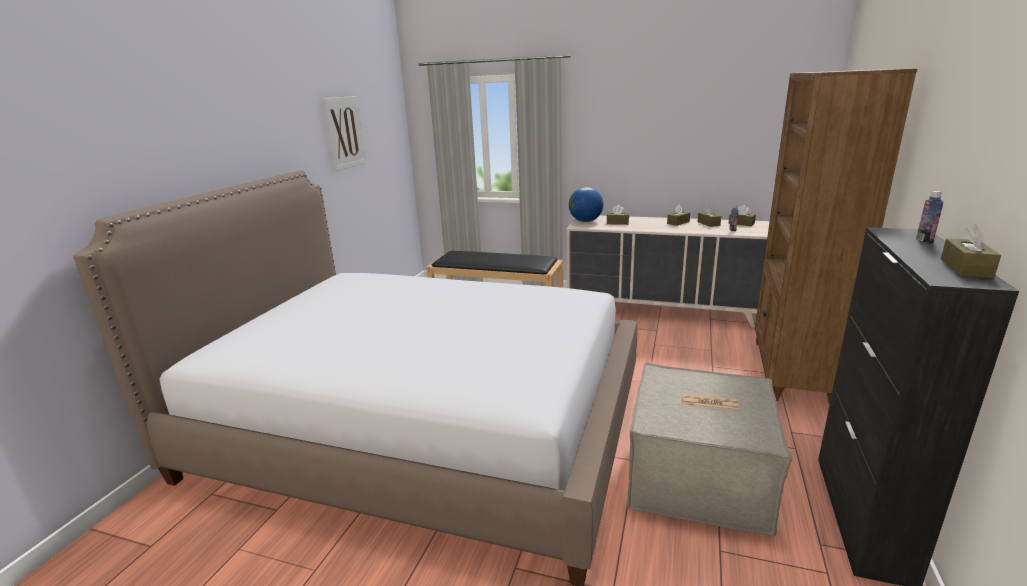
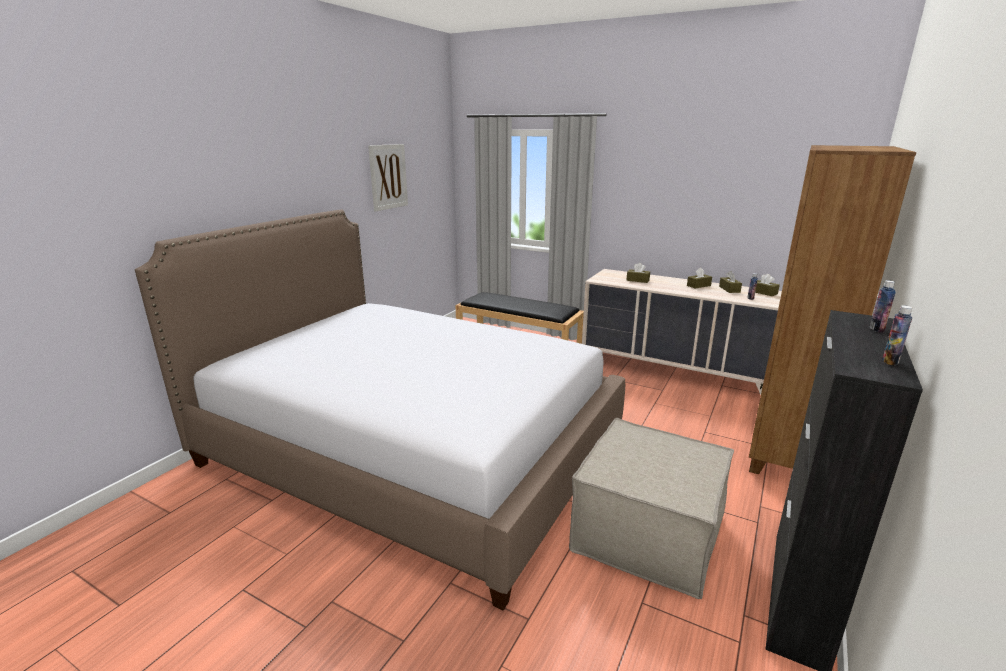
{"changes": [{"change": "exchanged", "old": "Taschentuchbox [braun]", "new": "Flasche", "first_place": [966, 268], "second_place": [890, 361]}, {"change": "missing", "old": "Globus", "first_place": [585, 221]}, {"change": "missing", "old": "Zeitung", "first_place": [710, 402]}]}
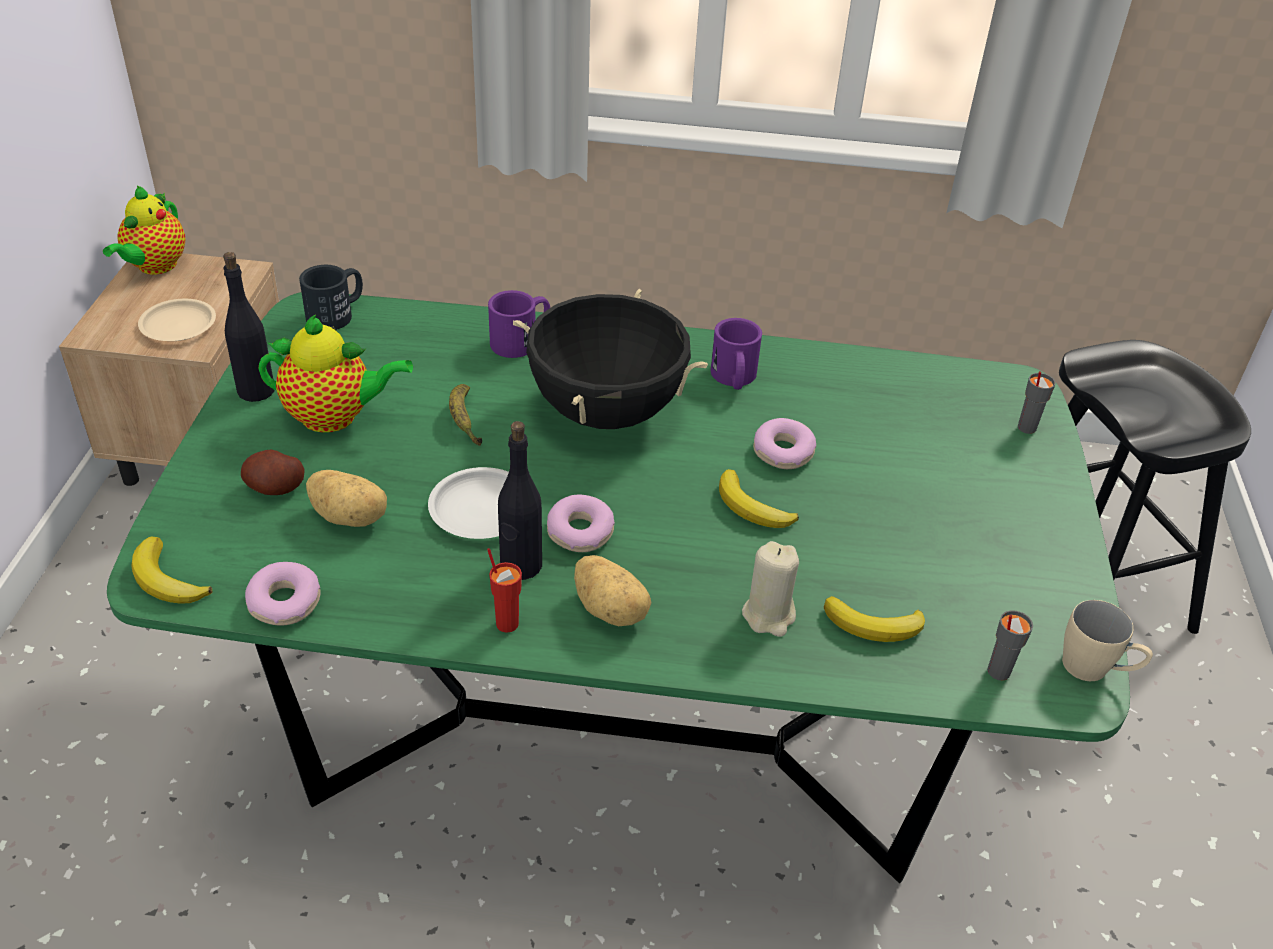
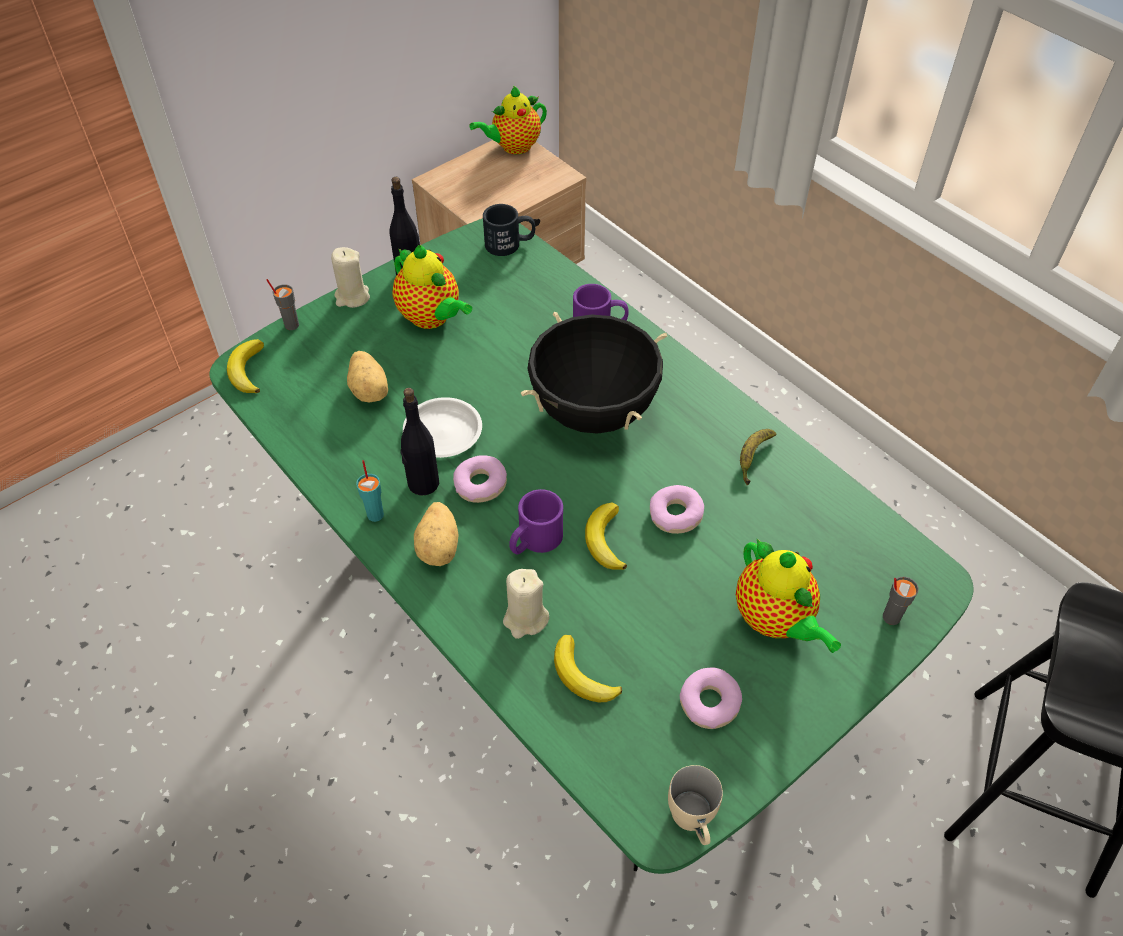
{"changes": [{"change": "relocated", "old": "Tasse [grau]", "first_place": [997, 671], "second_place": [291, 325]}, {"change": "appeared", "new": "Kerze [beige]", "second_place": [352, 297]}, {"change": "colour", "old": "Tasse [rot]", "new": "Tasse [türkis]", "first_place": [507, 623], "second_place": [375, 514]}, {"change": "relocated", "old": "Henkelbecher [lila]", "first_place": [734, 379], "second_place": [534, 541]}, {"change": "relocated", "old": "Donut", "first_place": [284, 603], "second_place": [709, 703]}, {"change": "appeared", "new": "Teekanne", "second_place": [775, 621]}, {"change": "relocated", "old": "Banane", "first_place": [464, 421], "second_place": [753, 458]}, {"change": "missing", "old": "Teller [beige]", "first_place": [179, 325]}, {"change": "missing", "old": "Kartoffel", "first_place": [275, 488]}]}
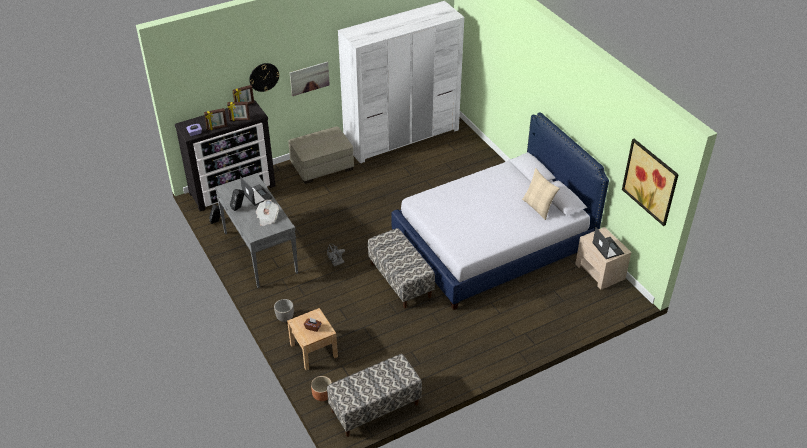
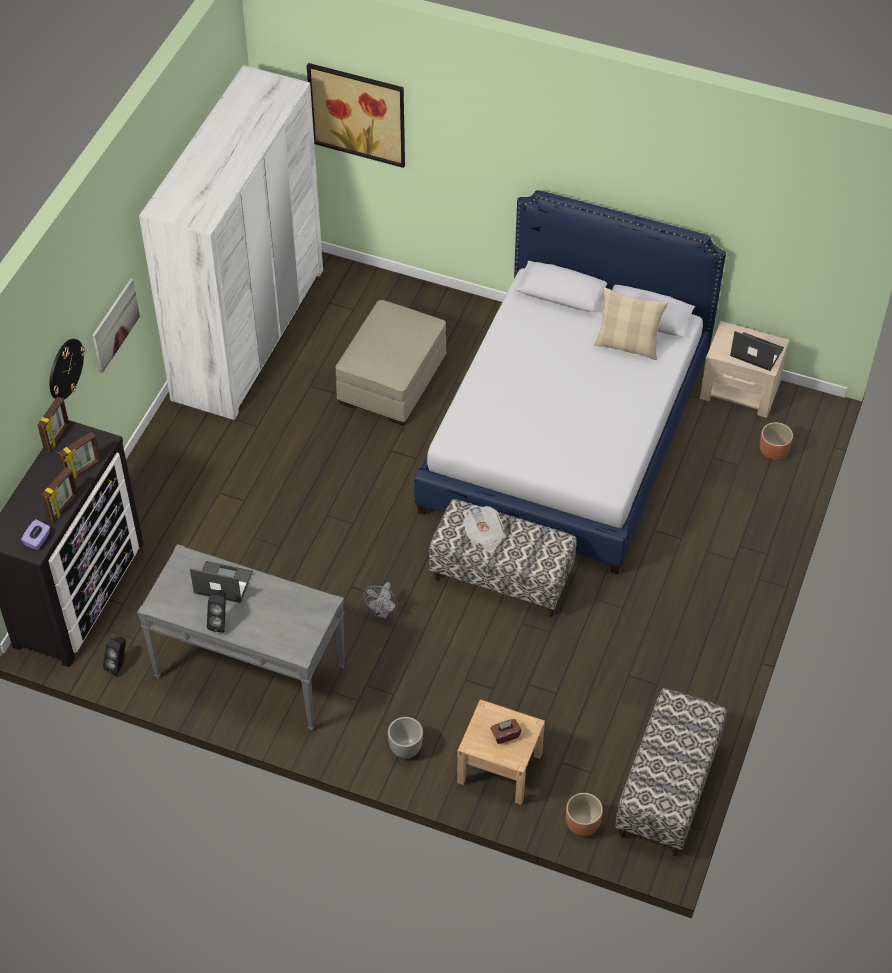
{"changes": [{"change": "relocated", "old": "Bild", "first_place": [650, 181], "second_place": [357, 114]}, {"change": "relocated", "old": "Polsterhocker [beige]", "first_place": [322, 166], "second_place": [392, 380]}, {"change": "relocated", "old": "Zeitung", "first_place": [267, 218], "second_place": [484, 535]}, {"change": "appeared", "new": "Pflanzkübel [braun]", "second_place": [773, 451]}]}
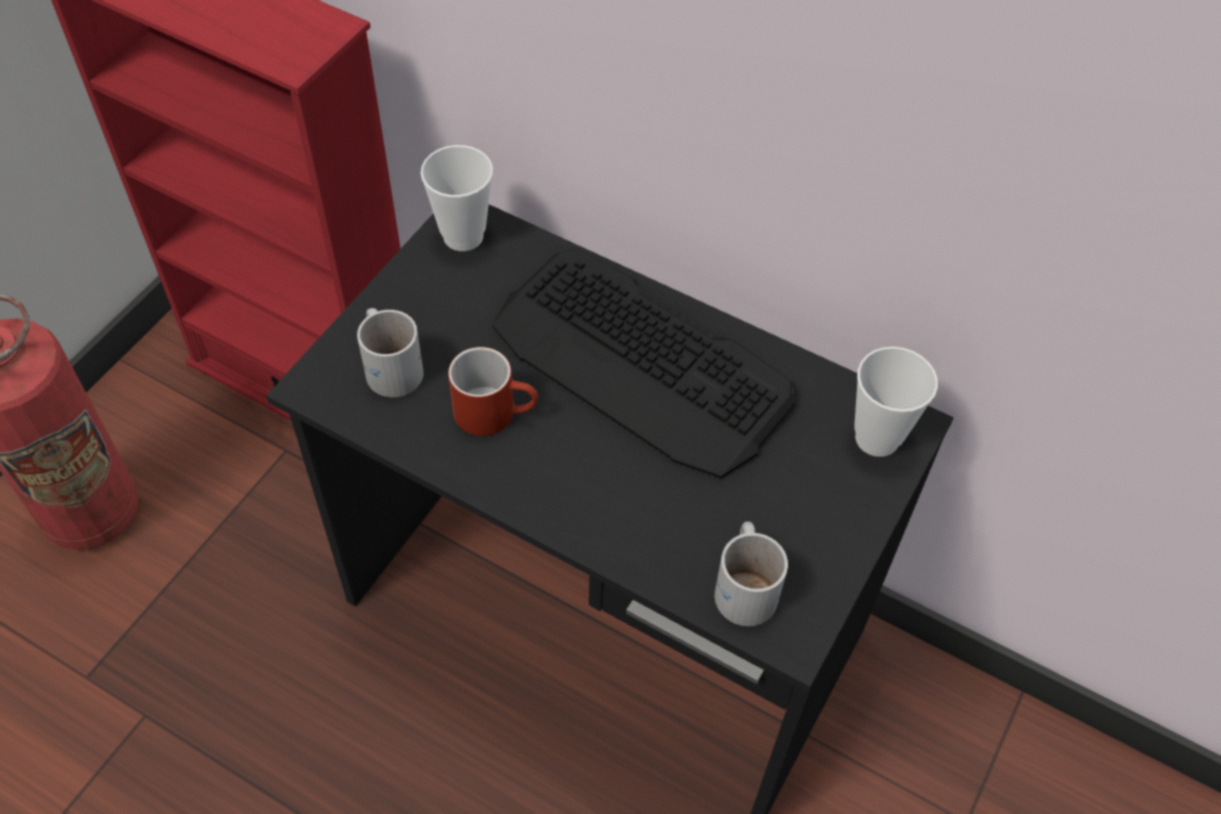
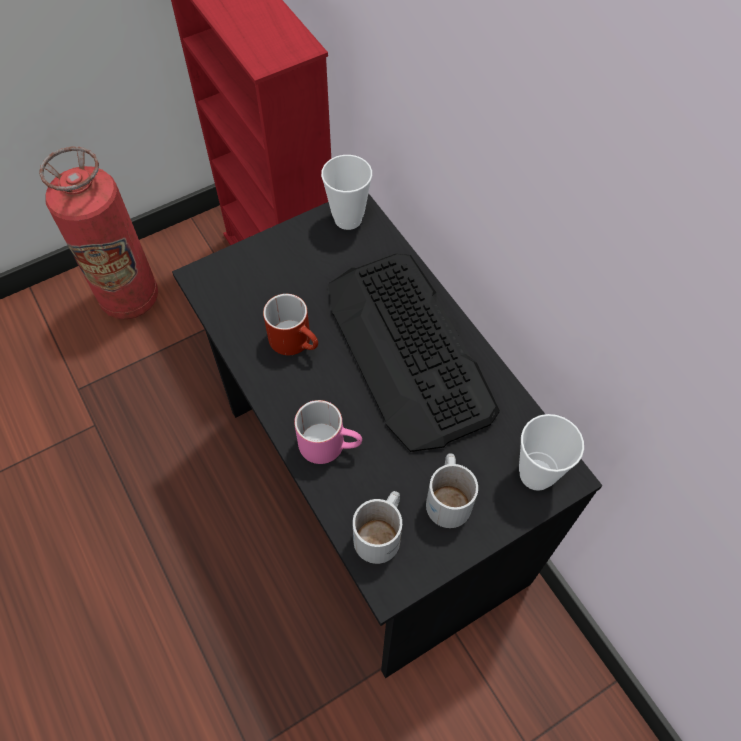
{"changes": [{"change": "appeared", "new": "Henkelbecher [rosa]", "second_place": [330, 444]}, {"change": "relocated", "old": "Henkelbecher [weiß]", "first_place": [392, 364], "second_place": [450, 497]}]}
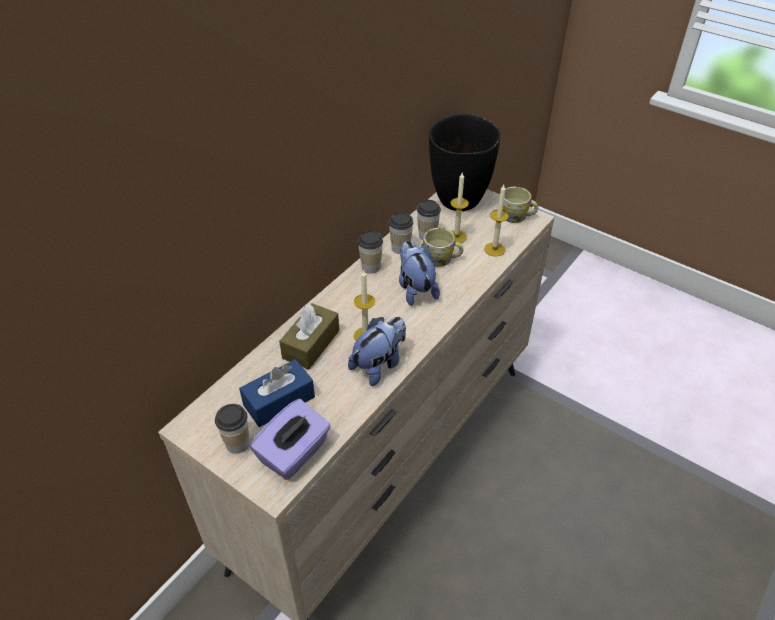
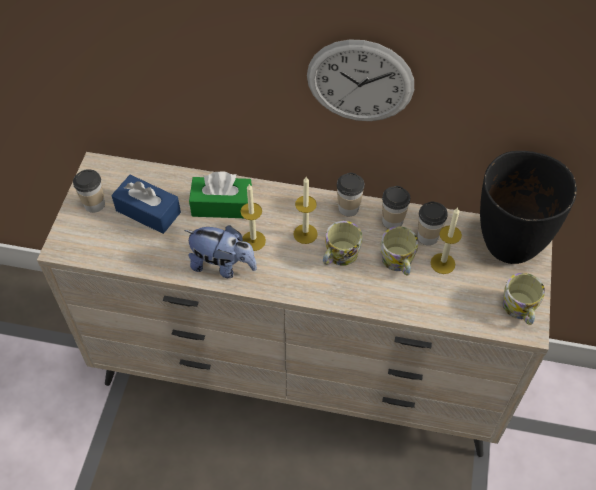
{"changes": [{"change": "colour", "old": "Taschentuchbox [braun]", "new": "Taschentuchbox [grün]", "first_place": [311, 344], "second_place": [222, 205]}, {"change": "relocated", "old": "Kerze", "first_place": [494, 249], "second_place": [305, 234]}, {"change": "appeared", "new": "Wanduhr", "second_place": [360, 81]}, {"change": "exchanged", "old": "Plüschtier", "new": "Henkelbecher", "first_place": [415, 289], "second_place": [339, 256]}, {"change": "missing", "old": "Taschentuchbox [lila]", "first_place": [294, 453]}]}
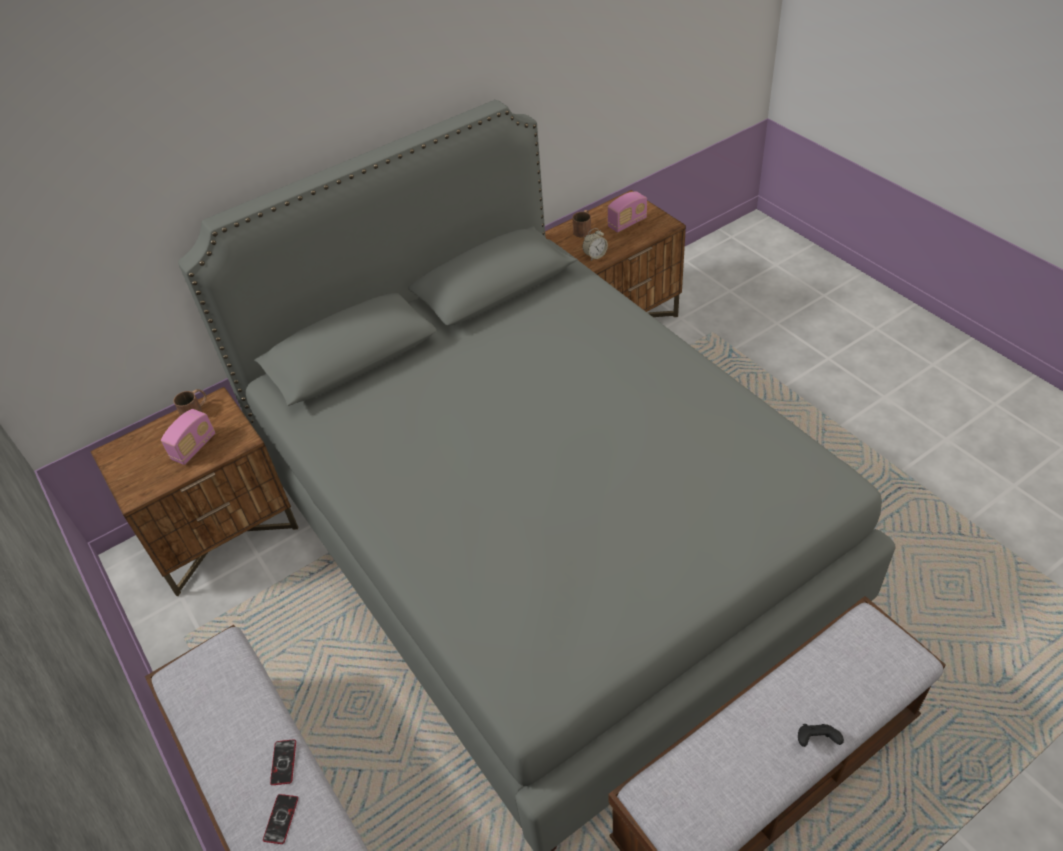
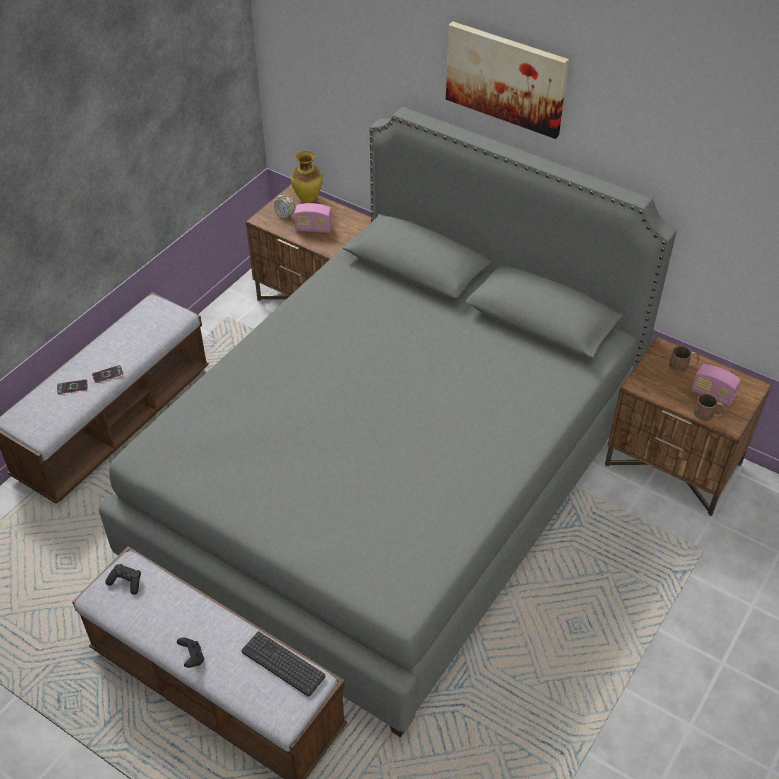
{"changes": [{"change": "appeared", "new": "Gamepad [schwarz]", "second_place": [126, 582]}, {"change": "appeared", "new": "Tastatur", "second_place": [283, 664]}, {"change": "relocated", "old": "Wecker", "first_place": [595, 256], "second_place": [285, 215]}, {"change": "appeared", "new": "Vase", "second_place": [308, 199]}, {"change": "appeared", "new": "Bild", "second_place": [506, 78]}, {"change": "relocated", "old": "Henkelbecher [braun]", "first_place": [195, 410], "second_place": [708, 414]}]}
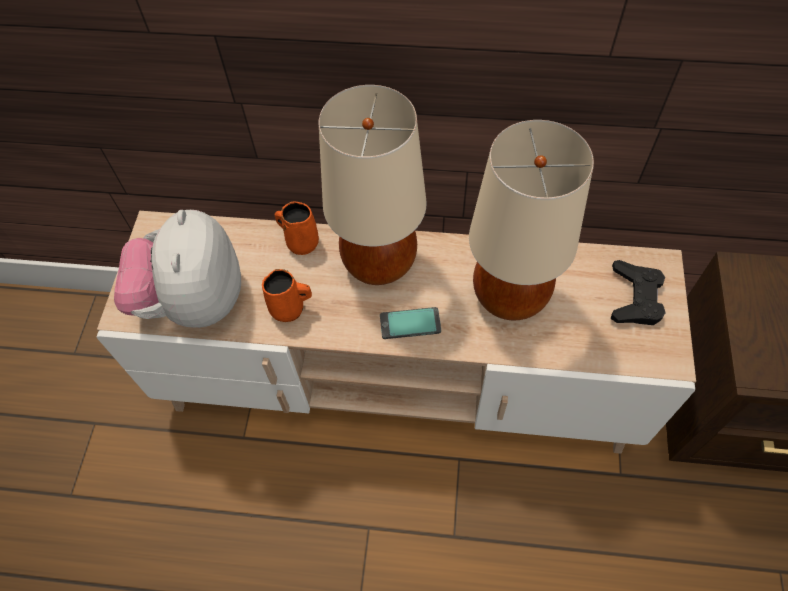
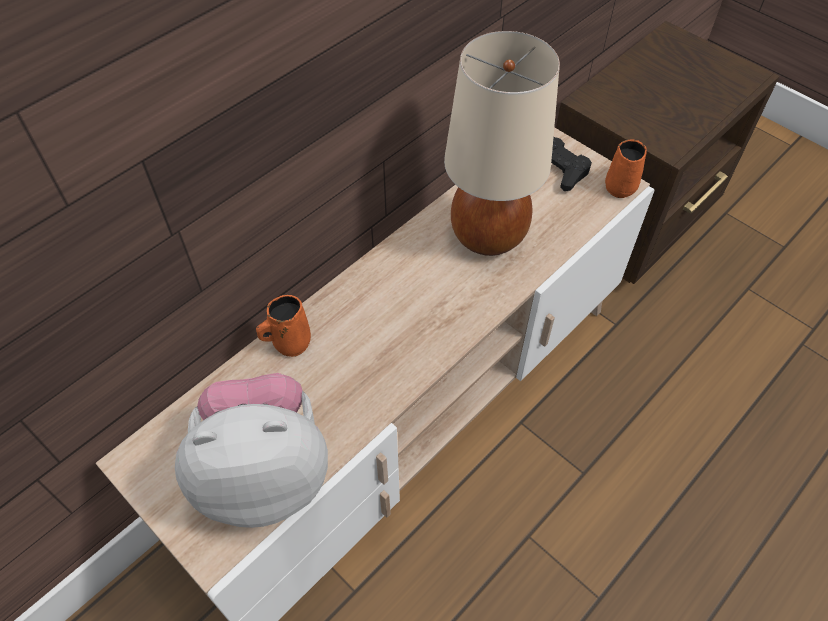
{"changes": [{"change": "spun", "old": "Plüschtier", "first_place": [194, 301], "second_place": [265, 474], "degrees": 135}, {"change": "relocated", "old": "Henkelbecher [orange]", "first_place": [289, 309], "second_place": [621, 186]}, {"change": "missing", "old": "Tischlampe [beige]", "first_place": [378, 262]}, {"change": "missing", "old": "Handy", "first_place": [410, 324]}]}
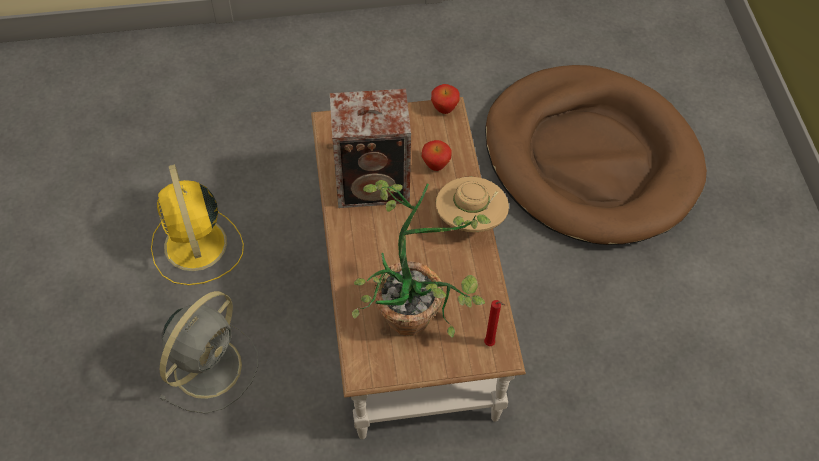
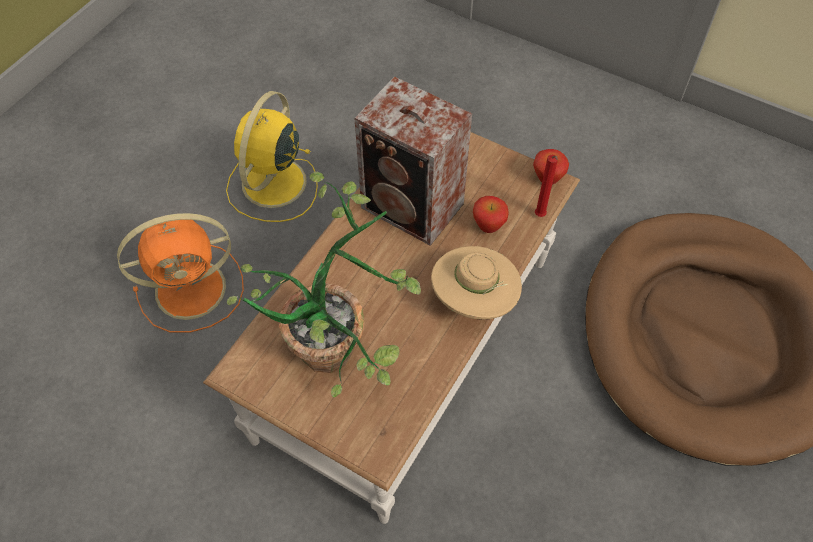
{"changes": [{"change": "colour", "old": "Ventilator [grau]", "new": "Ventilator [orange]", "first_place": [210, 365], "second_place": [194, 288]}, {"change": "relocated", "old": "Kerze [rot]", "first_place": [490, 344], "second_place": [540, 216]}]}
